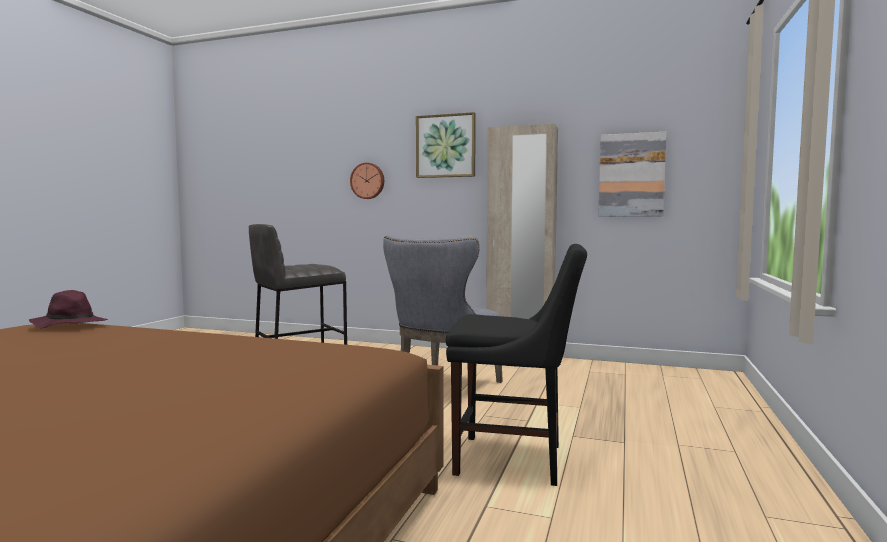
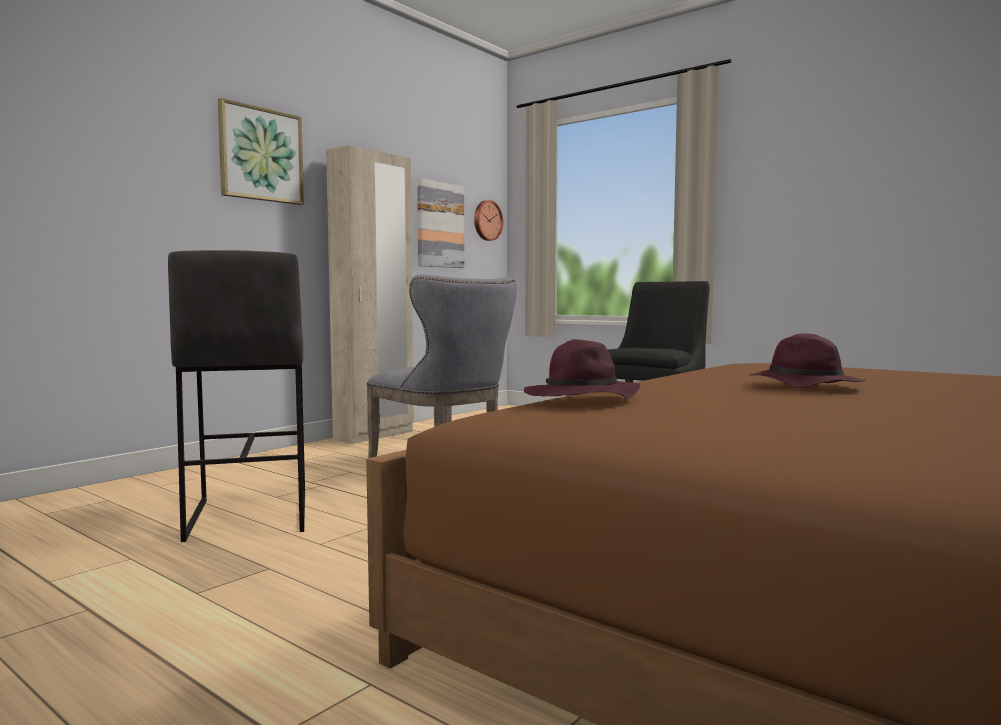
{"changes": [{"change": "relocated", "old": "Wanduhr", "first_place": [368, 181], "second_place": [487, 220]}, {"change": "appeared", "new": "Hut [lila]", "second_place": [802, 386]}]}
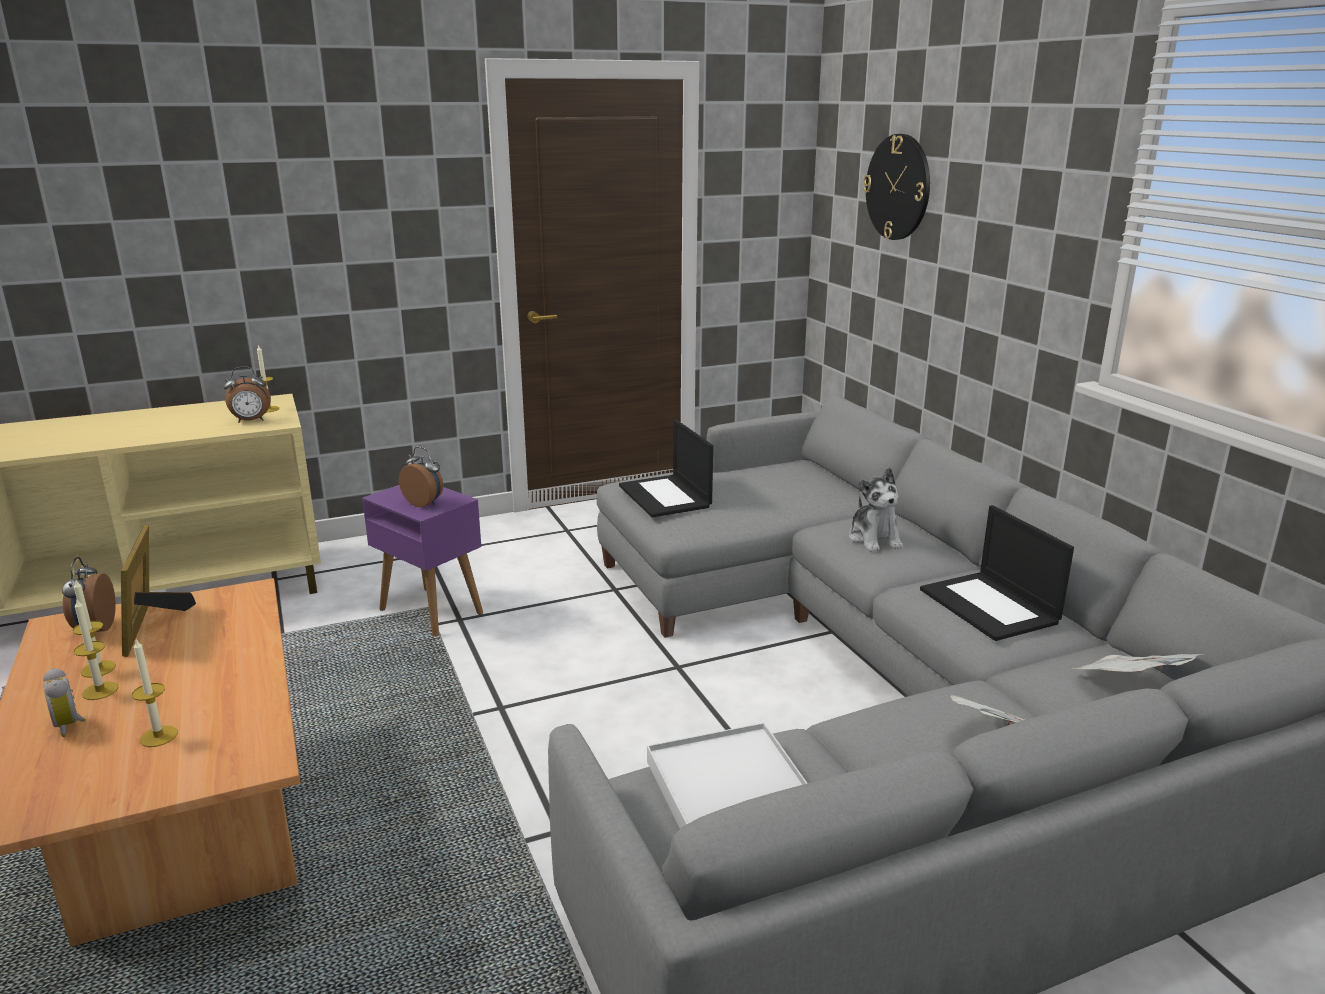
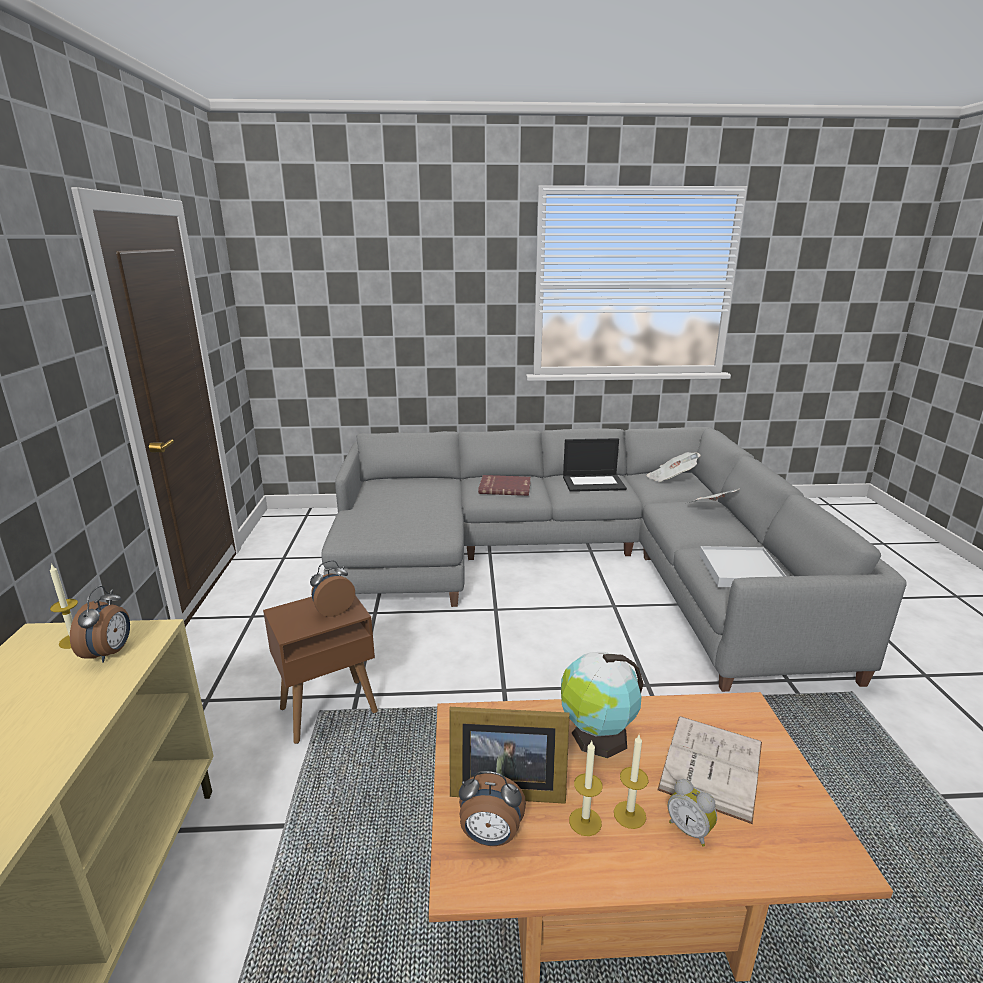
{"changes": [{"change": "colour", "old": "Beistelltisch [lila]", "new": "Beistelltisch [braun]", "first_place": [430, 611], "second_place": [327, 710]}, {"change": "exchanged", "old": "Plüschtier", "new": "Buch [rot]", "first_place": [874, 539], "second_place": [505, 487]}, {"change": "appeared", "new": "Globus", "second_place": [597, 737]}, {"change": "exchanged", "old": "Kerze", "new": "Buch [weiß]", "first_place": [158, 736], "second_place": [711, 765]}, {"change": "spun", "old": "Wecker", "first_place": [70, 725], "second_place": [690, 830], "degrees": 60}, {"change": "missing", "old": "Laptop", "first_place": [666, 496]}, {"change": "missing", "old": "Wanduhr", "first_place": [898, 187]}]}
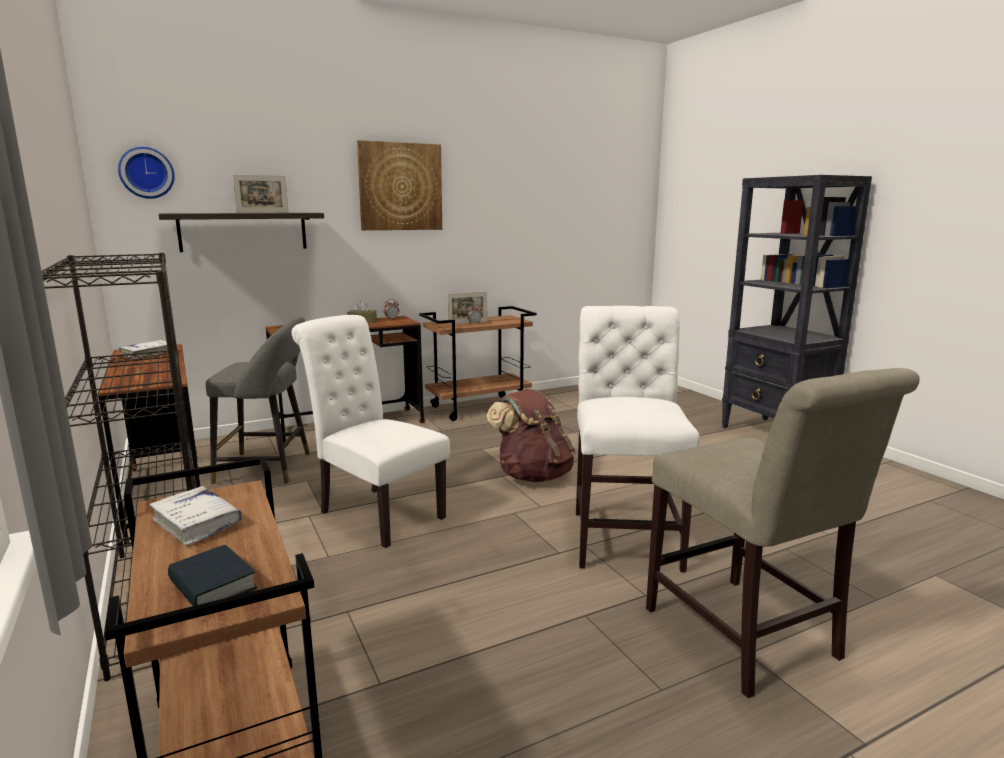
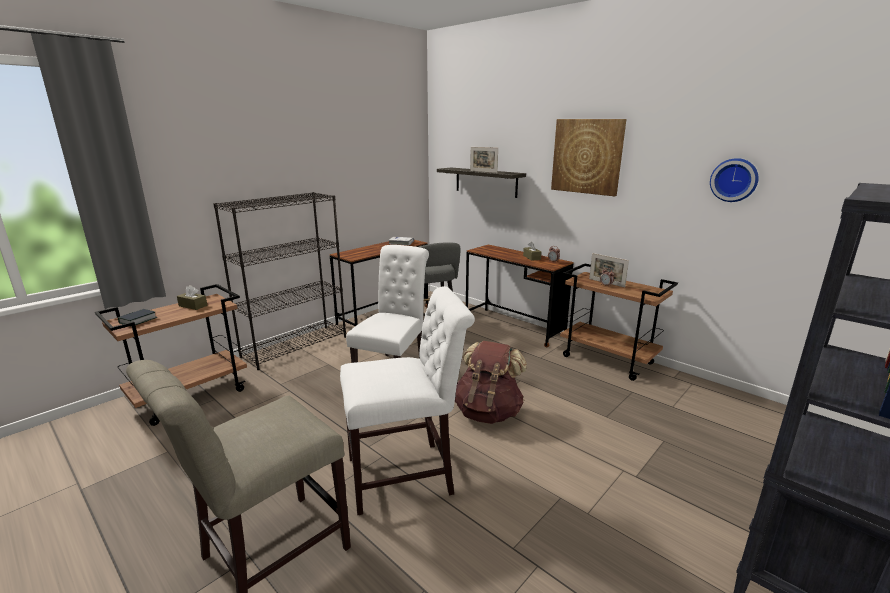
{"changes": [{"change": "exchanged", "old": "Buch [weiß]", "new": "Taschentuchbox [braun]", "first_place": [197, 522], "second_place": [193, 306]}, {"change": "relocated", "old": "Wanduhr", "first_place": [146, 173], "second_place": [734, 180]}]}
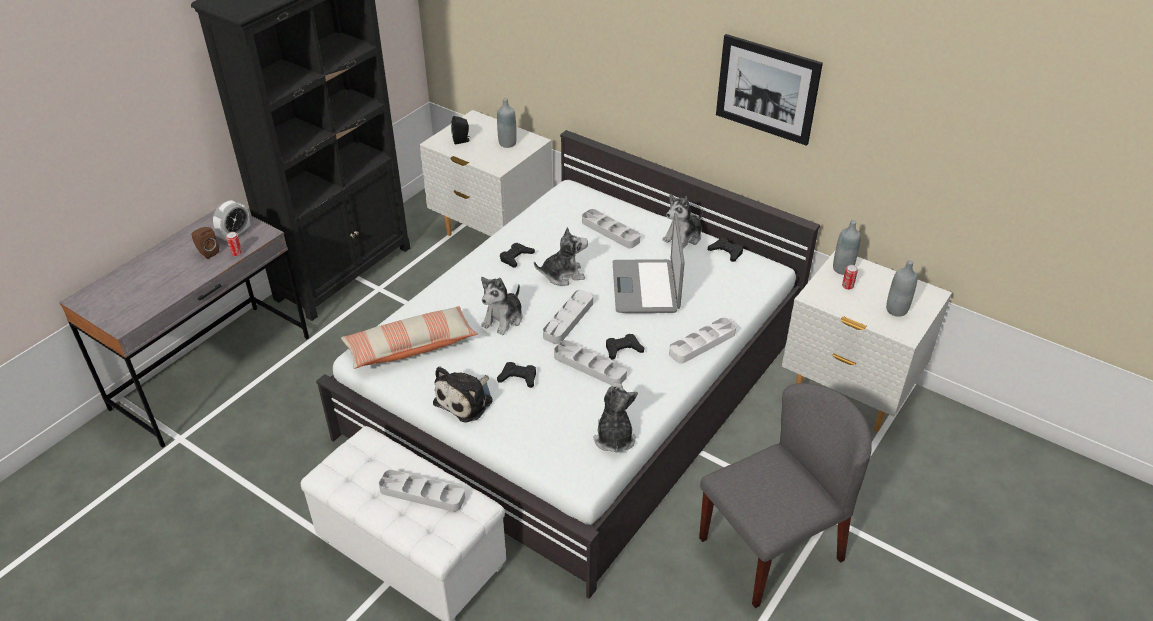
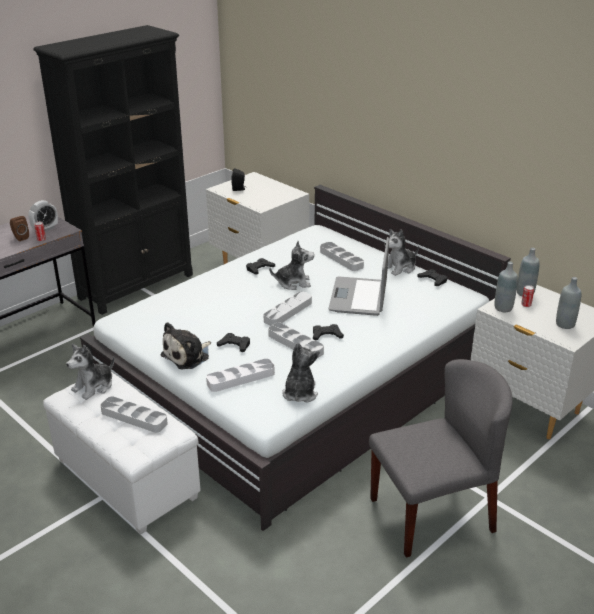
{"changes": [{"change": "relocated", "old": "Plüschtier", "first_place": [503, 319], "second_place": [94, 386]}, {"change": "relocated", "old": "Tablett [weiß]", "first_place": [702, 343], "second_place": [241, 378]}, {"change": "relocated", "old": "Flasche [grau]", "first_place": [507, 143], "second_place": [503, 308]}, {"change": "missing", "old": "Kissen", "first_place": [410, 347]}, {"change": "missing", "old": "Bild", "first_place": [767, 89]}]}
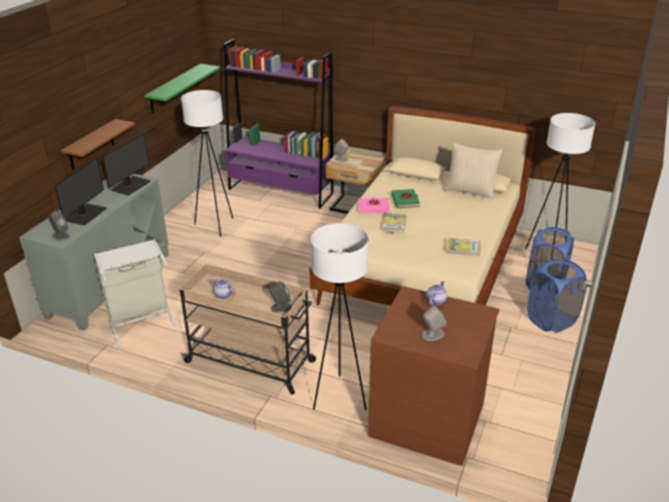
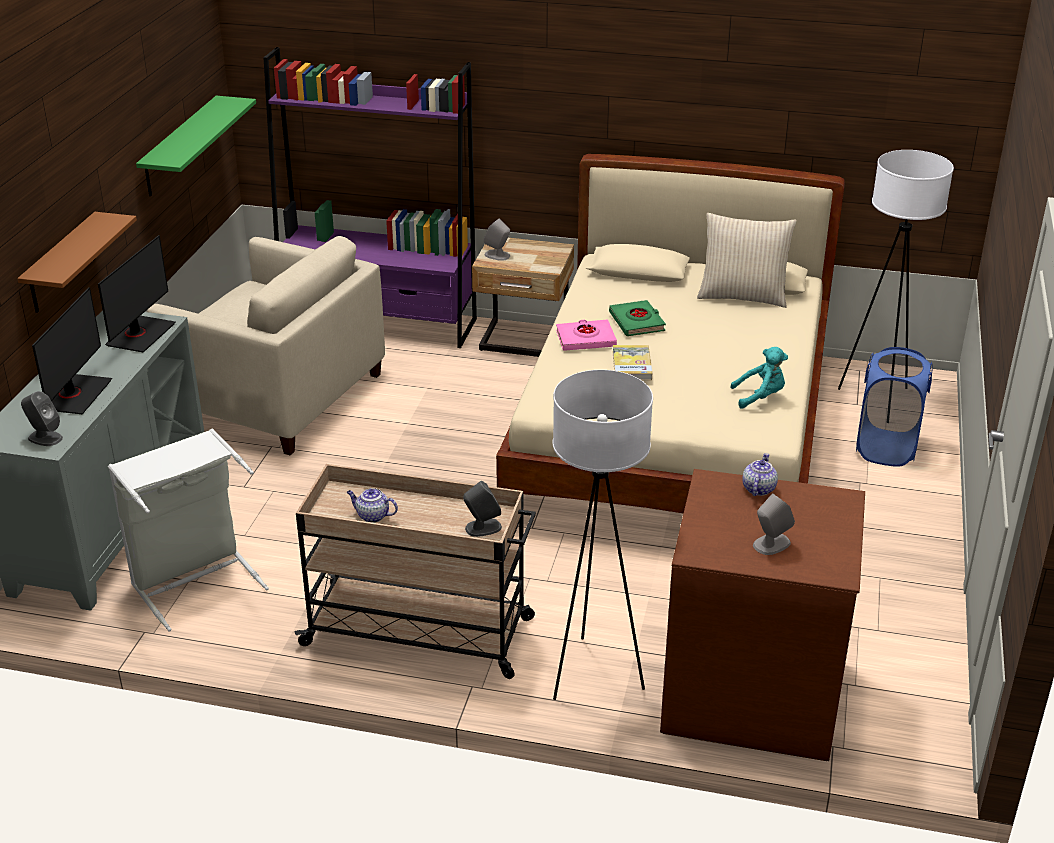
{"changes": [{"change": "exchanged", "old": "Stehlampe [weiß]", "new": "Sessel [beige]", "first_place": [215, 226], "second_place": [277, 396]}, {"change": "exchanged", "old": "Buch", "new": "Plüschtier [türkis]", "first_place": [463, 248], "second_place": [760, 397]}, {"change": "missing", "old": "Wäschekorb [blau]", "first_place": [551, 320]}]}
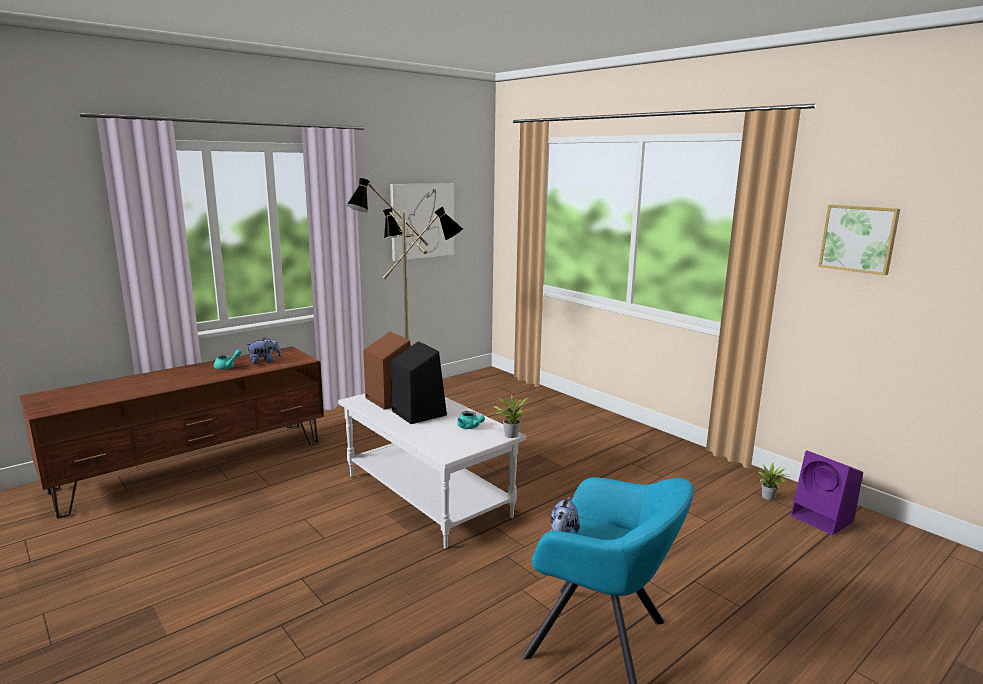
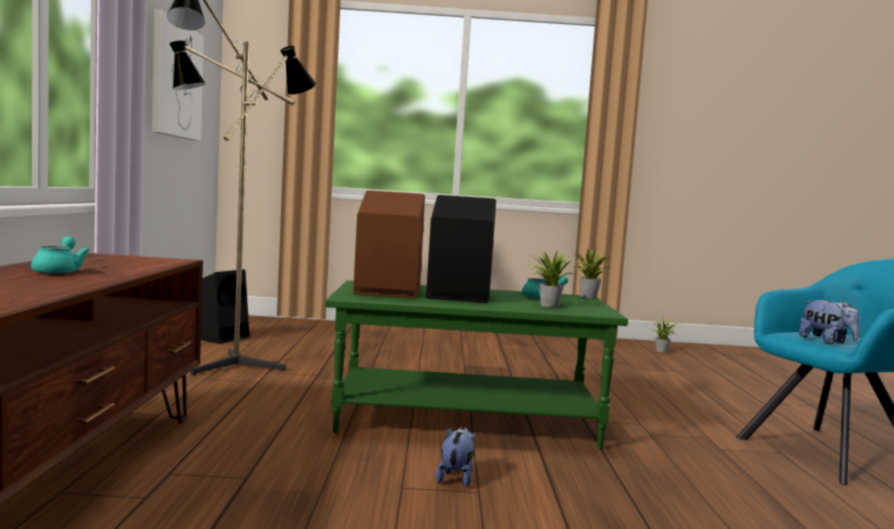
{"changes": [{"change": "appeared", "new": "Lautsprecher [schwarz]", "second_place": [220, 337]}, {"change": "colour", "old": "Couchtisch [weiß]", "new": "Couchtisch [grün]", "first_place": [429, 495], "second_place": [467, 419]}, {"change": "relocated", "old": "Plüschtier", "first_place": [264, 361], "second_place": [456, 477]}, {"change": "appeared", "new": "Topfpflanze", "second_place": [547, 305]}, {"change": "missing", "old": "Lautsprecher [lila]", "first_place": [823, 519]}, {"change": "missing", "old": "Bild", "first_place": [859, 238]}]}
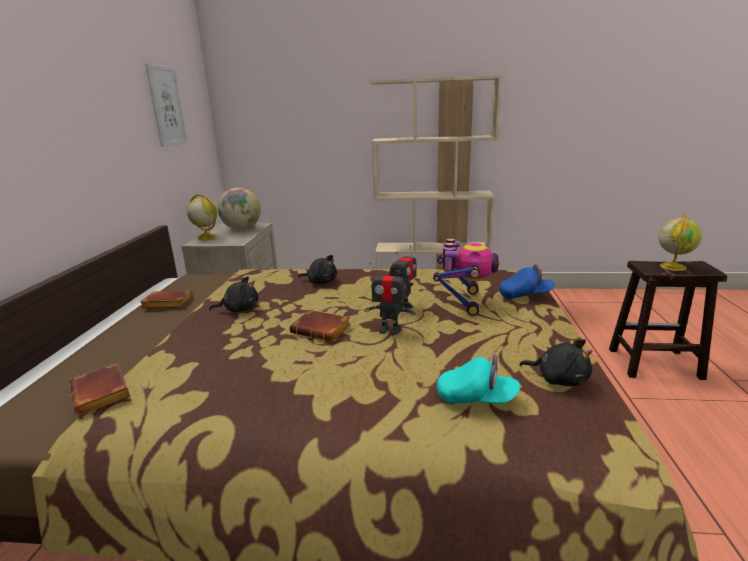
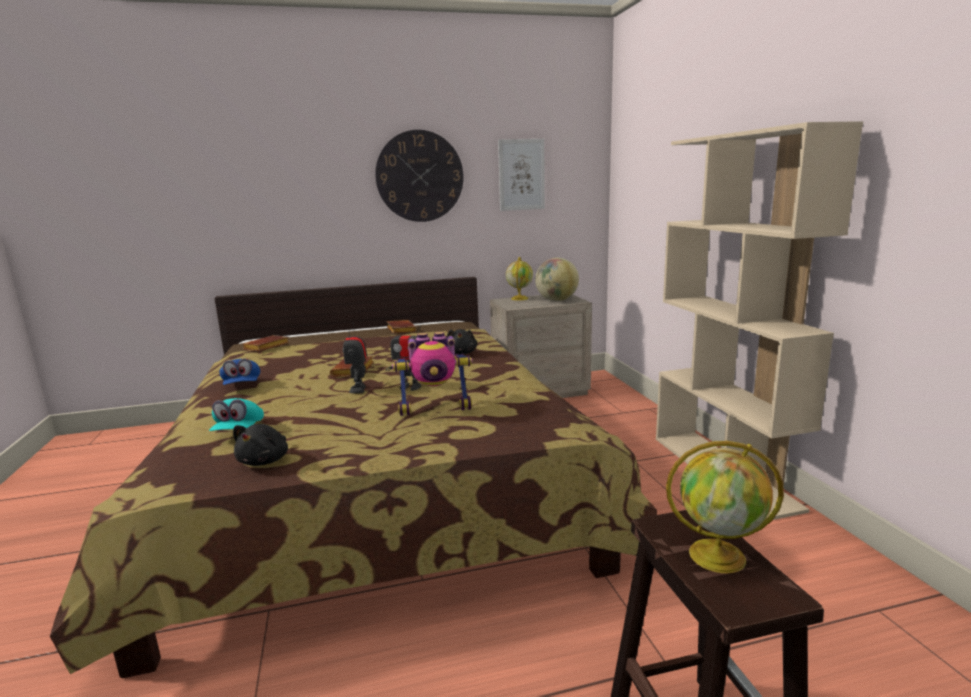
{"changes": [{"change": "relocated", "old": "Kappe [blau]", "first_place": [525, 295], "second_place": [242, 386]}, {"change": "appeared", "new": "Wanduhr", "second_place": [419, 176]}, {"change": "missing", "old": "Plüschtier [schwarz]", "first_place": [239, 309]}]}
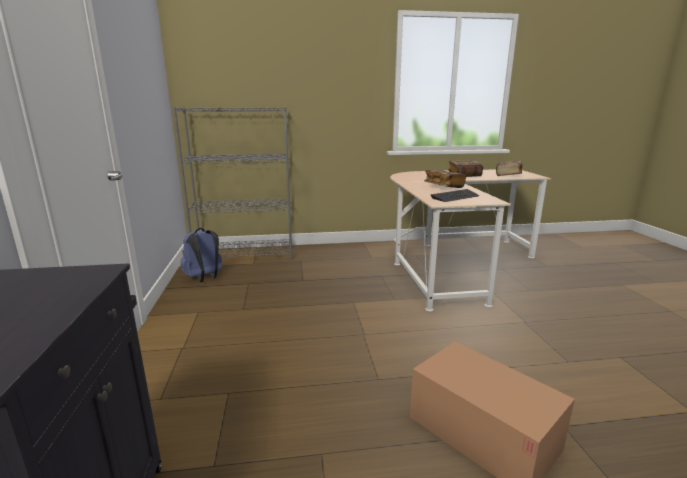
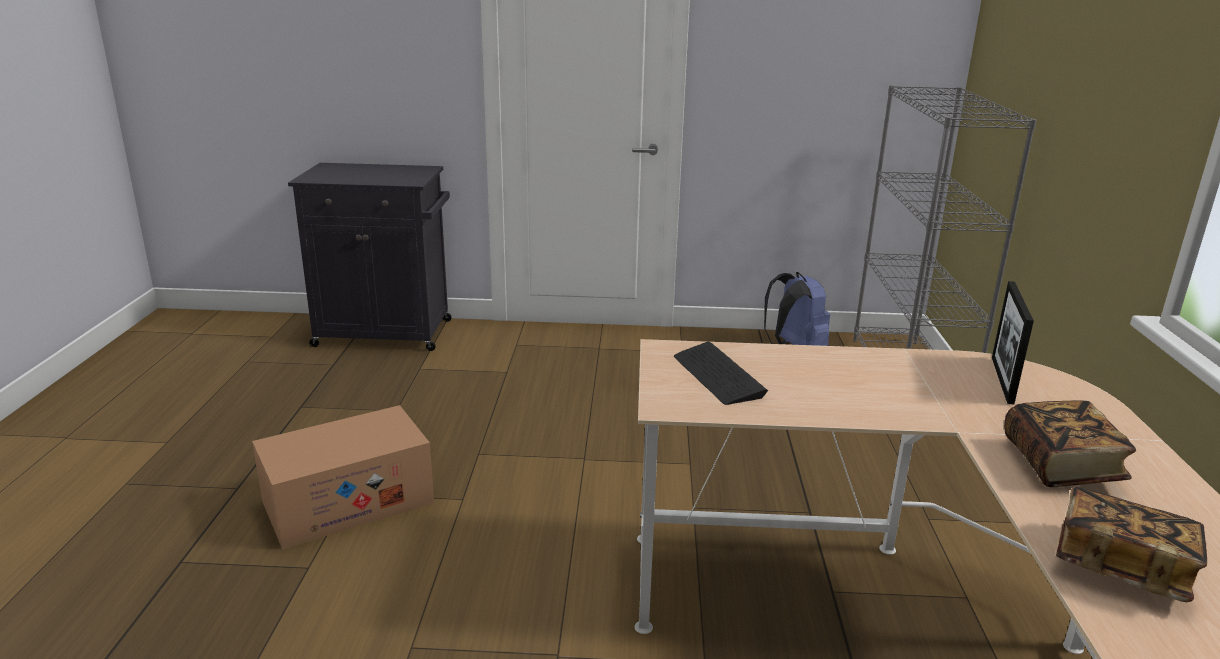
{"changes": [{"change": "appeared", "new": "Bilderrahmen", "second_place": [1002, 379]}, {"change": "missing", "old": "Buch", "first_place": [443, 187]}]}
